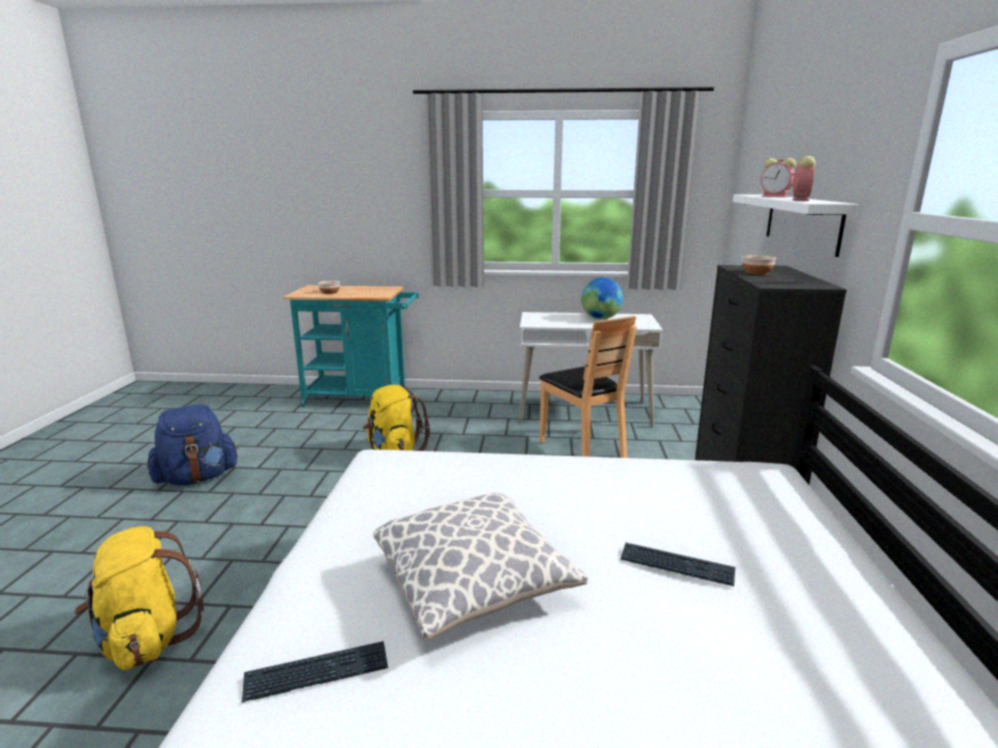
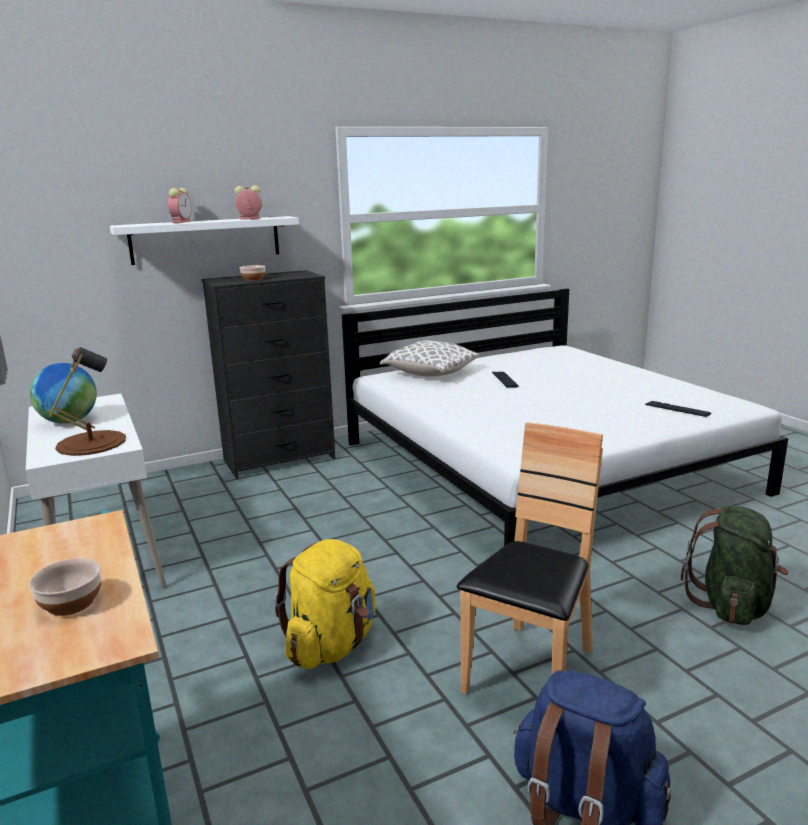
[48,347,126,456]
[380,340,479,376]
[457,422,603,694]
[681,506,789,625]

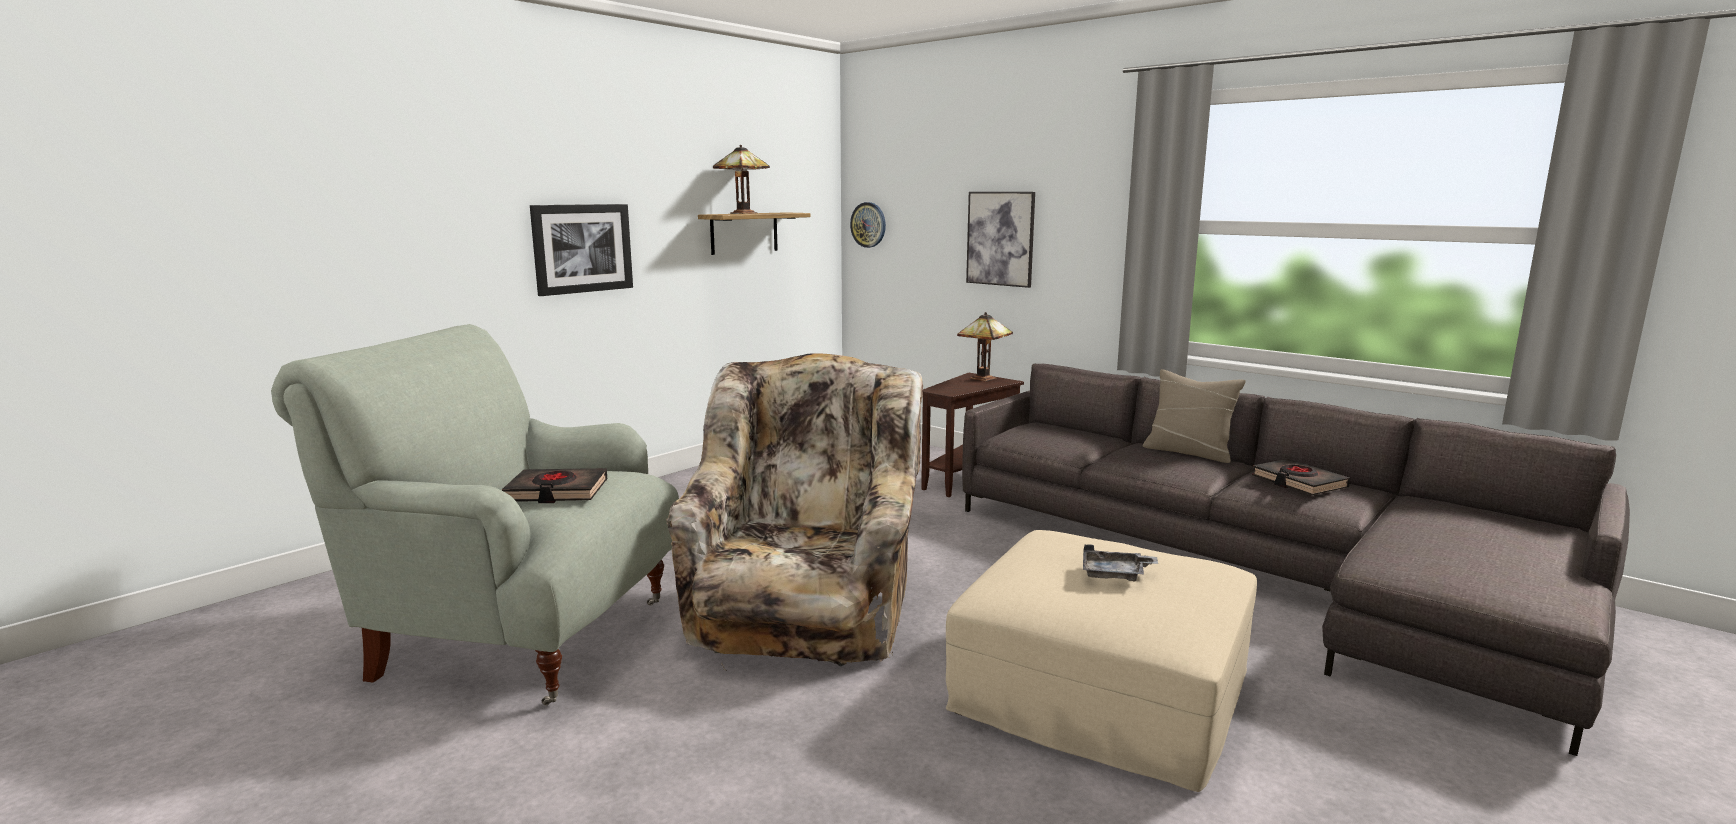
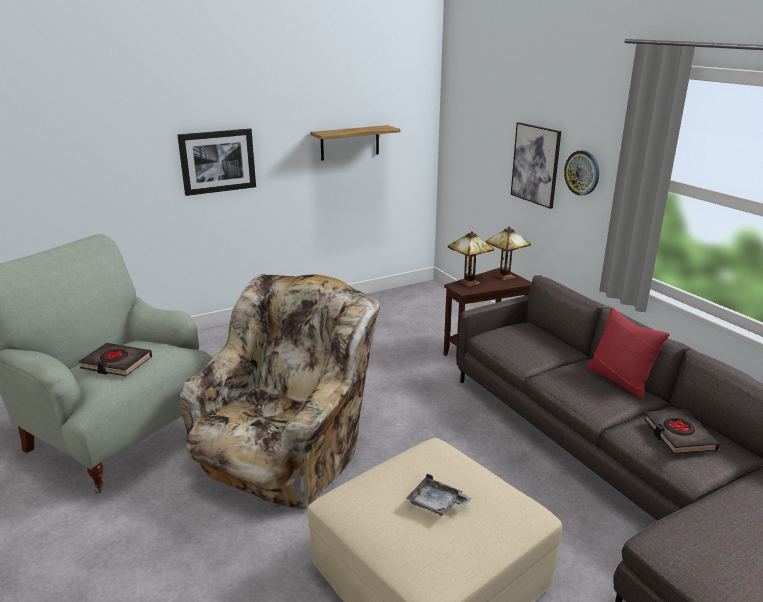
[448,231,494,286]
[564,150,599,196]
[587,307,670,399]

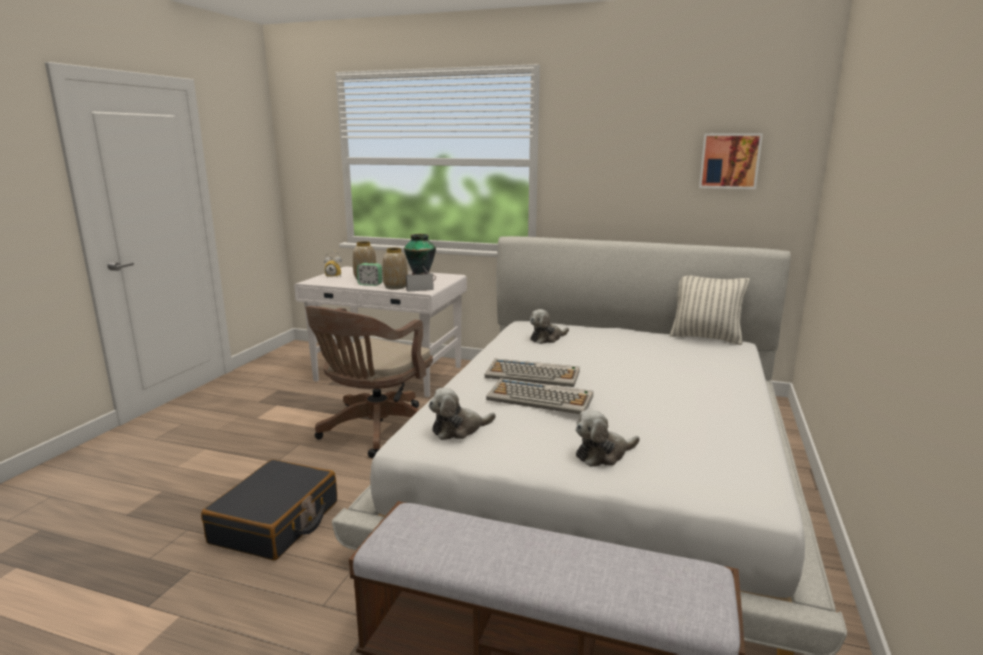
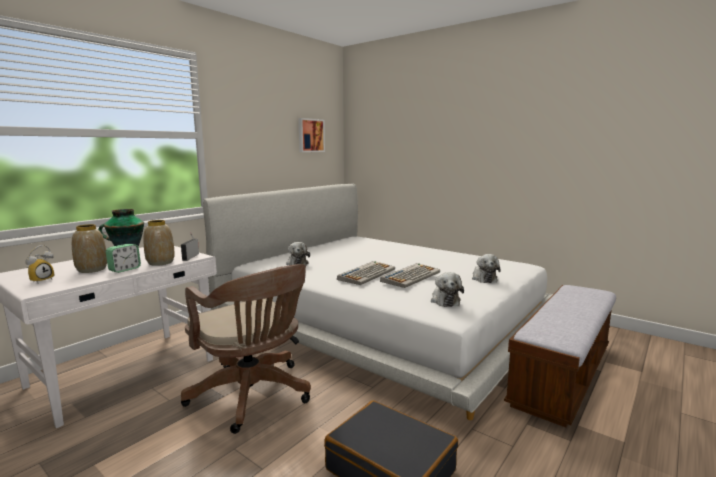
[670,275,750,345] (first image)

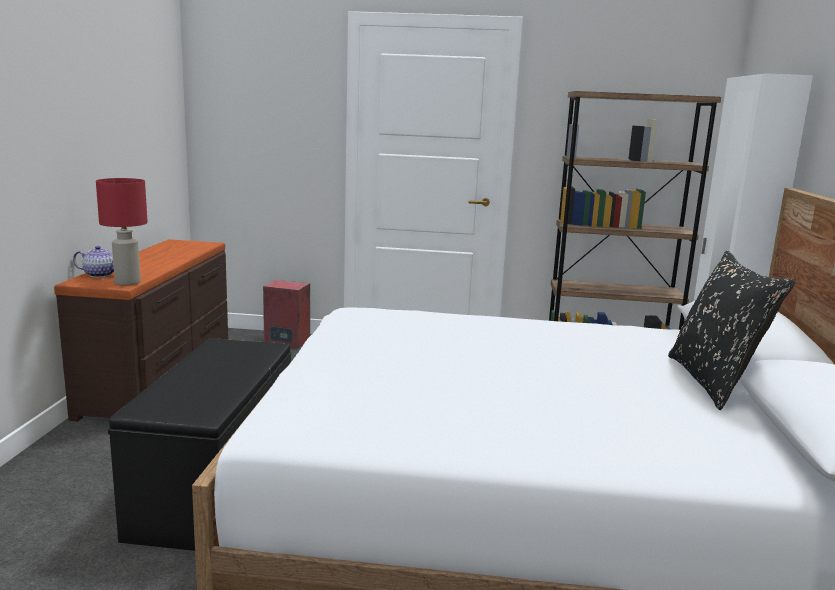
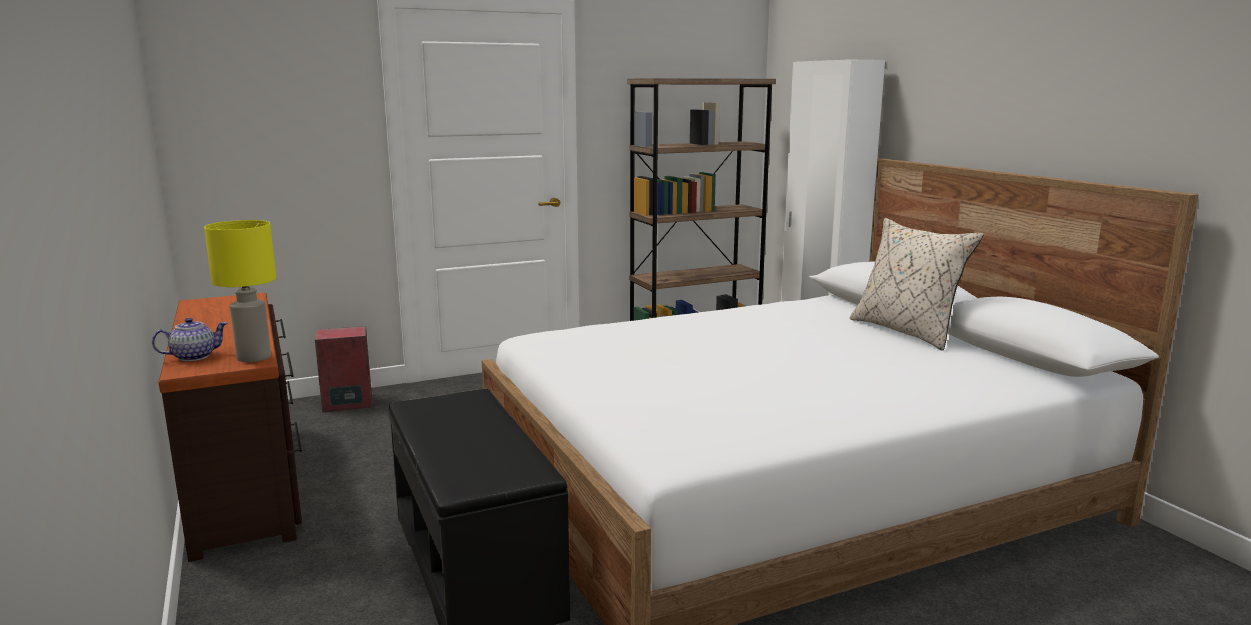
[204,220,276,363]
[850,218,984,350]

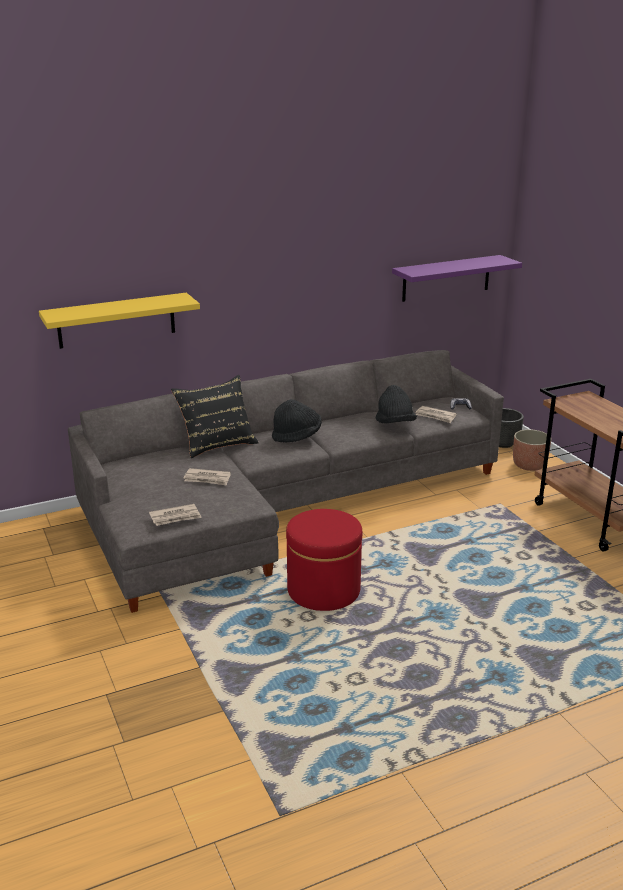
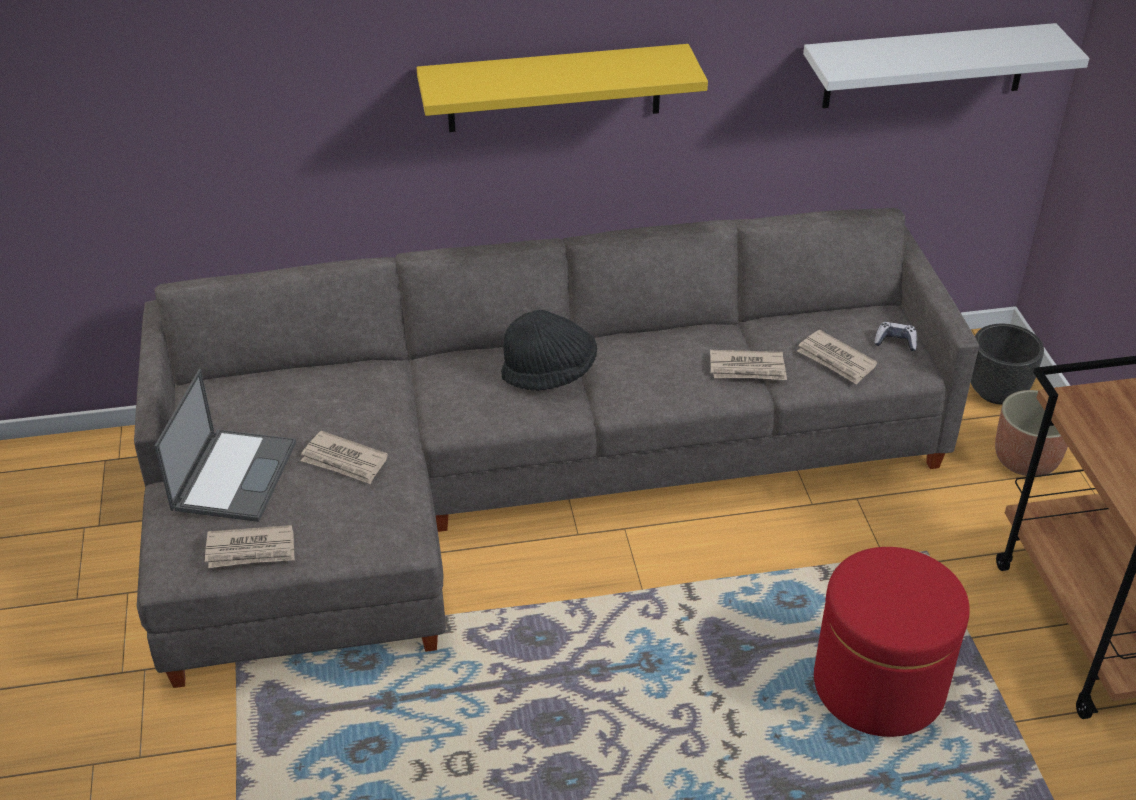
[155,369,296,522]
[416,44,708,132]
[710,350,787,380]
[803,23,1089,108]
[814,547,970,737]
[171,375,259,458] (first image)

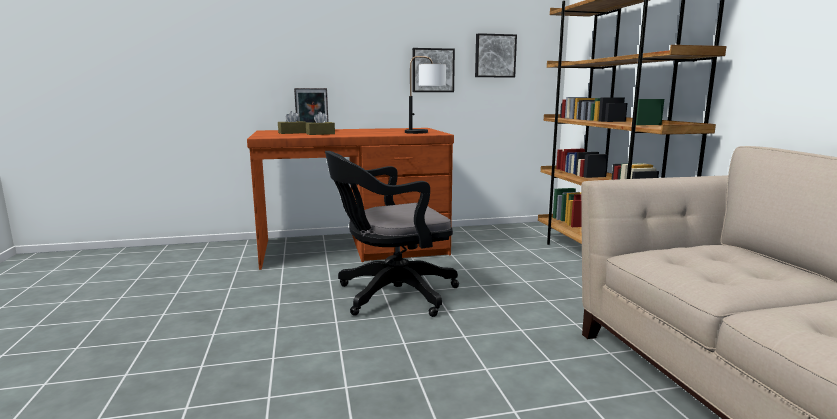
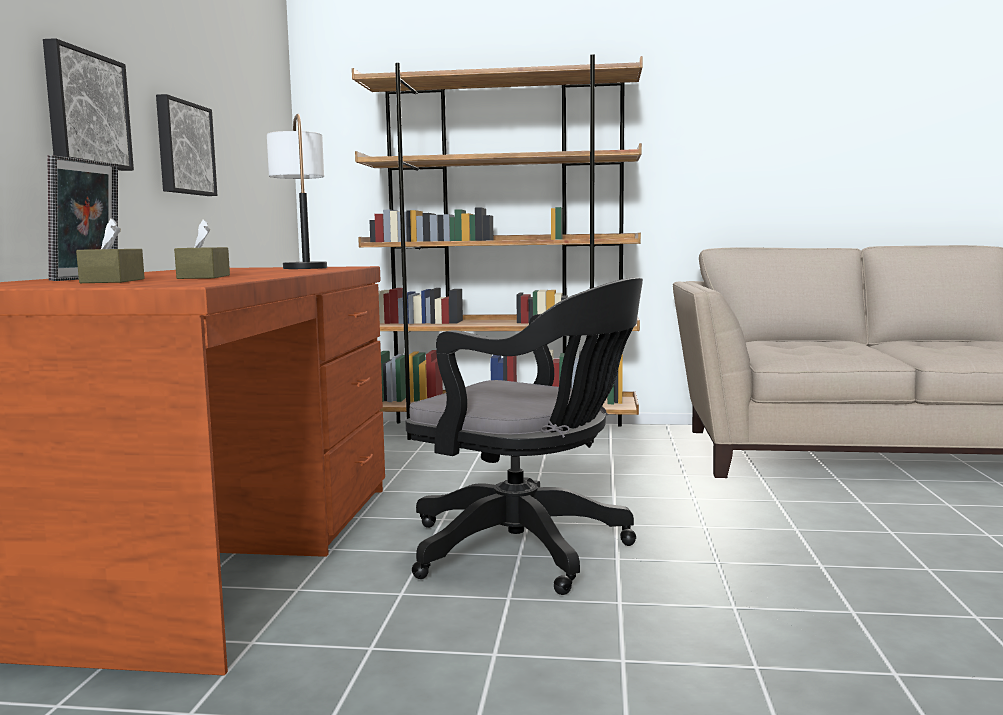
[43,38,134,171]
[406,278,643,595]

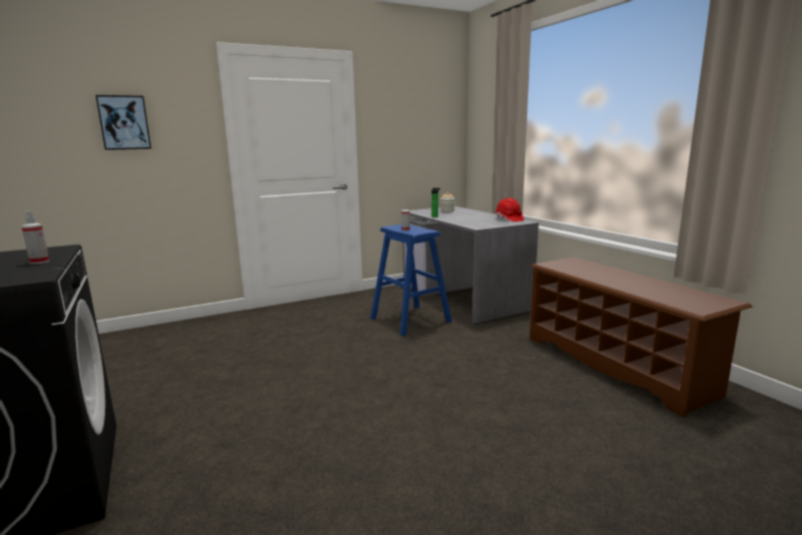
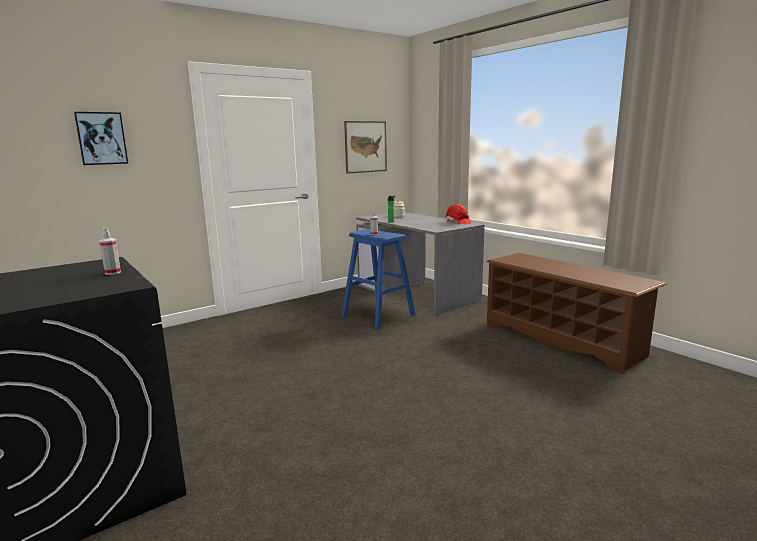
[344,121,387,174]

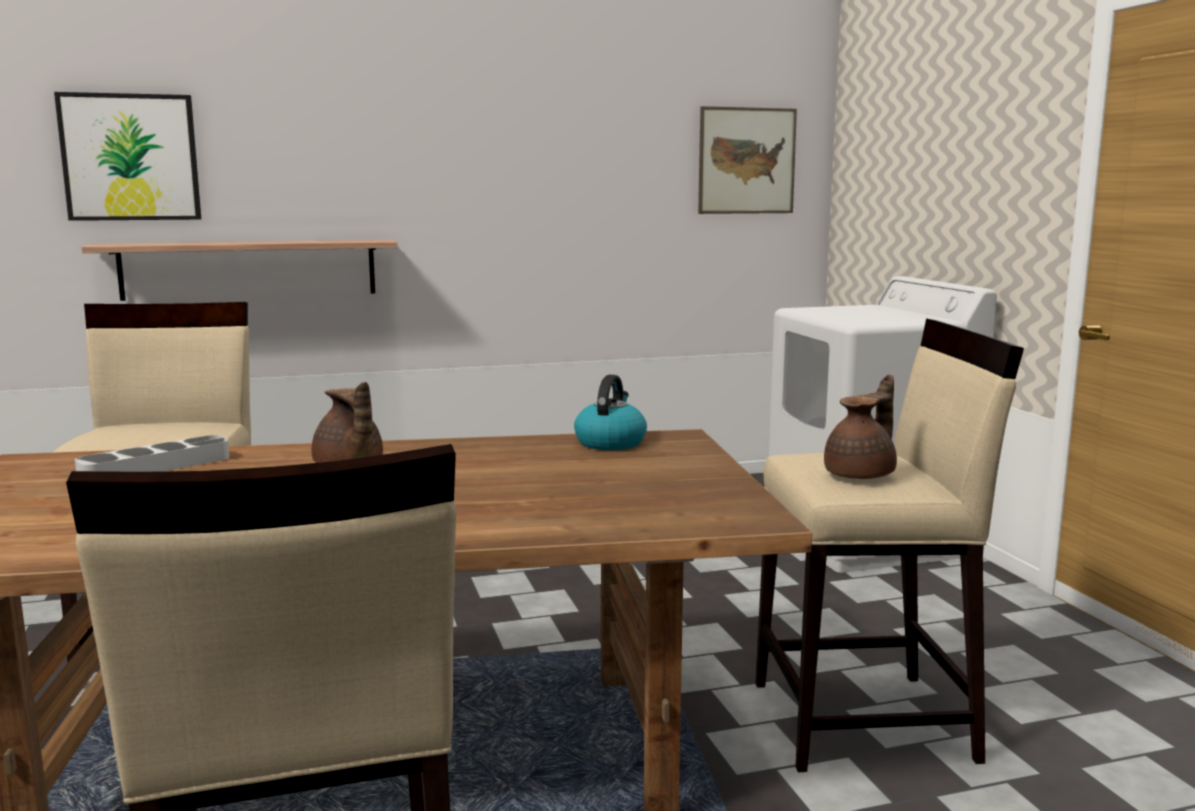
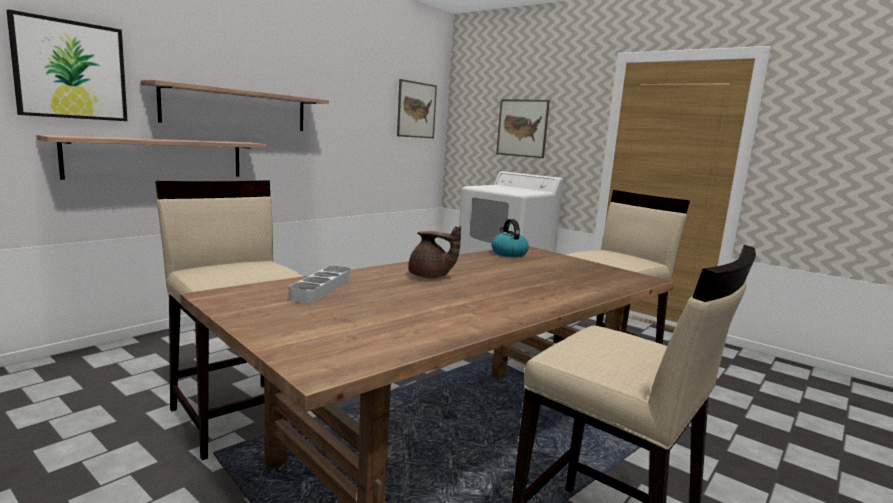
[140,80,329,131]
[496,99,550,158]
[824,374,897,479] (first image)

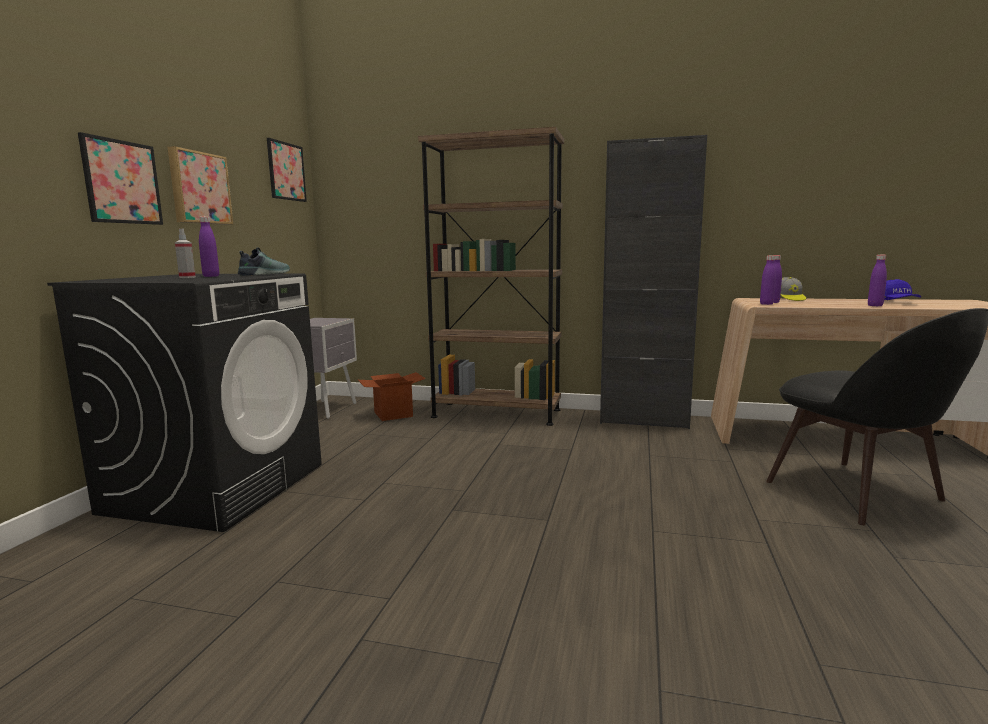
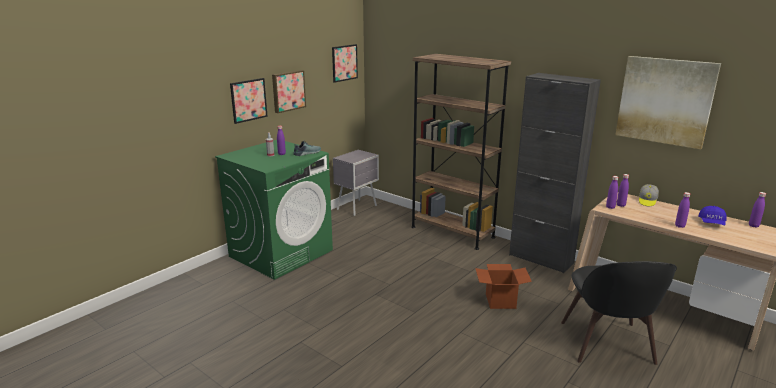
[215,140,333,280]
[475,264,532,309]
[615,56,721,149]
[749,192,766,228]

